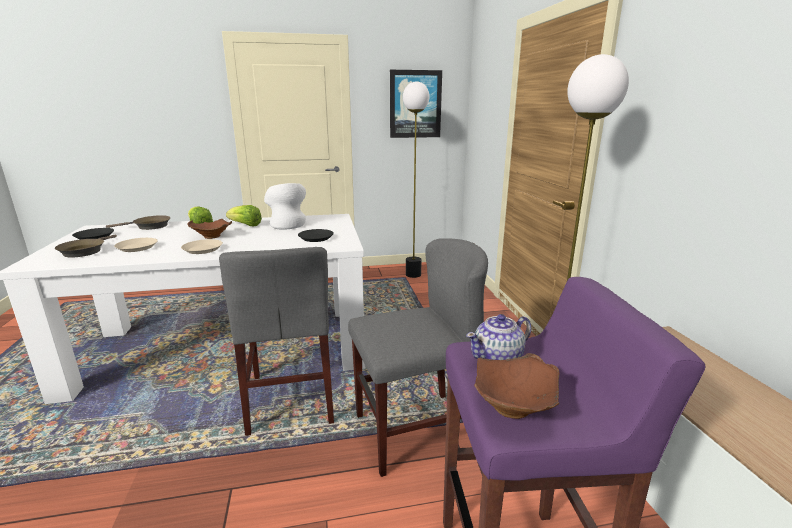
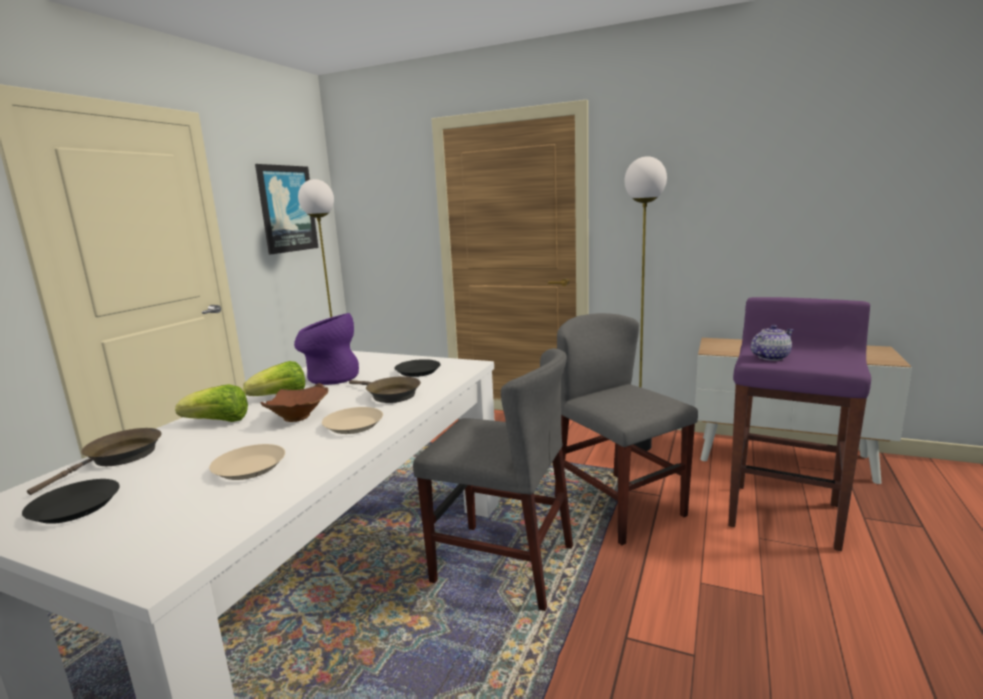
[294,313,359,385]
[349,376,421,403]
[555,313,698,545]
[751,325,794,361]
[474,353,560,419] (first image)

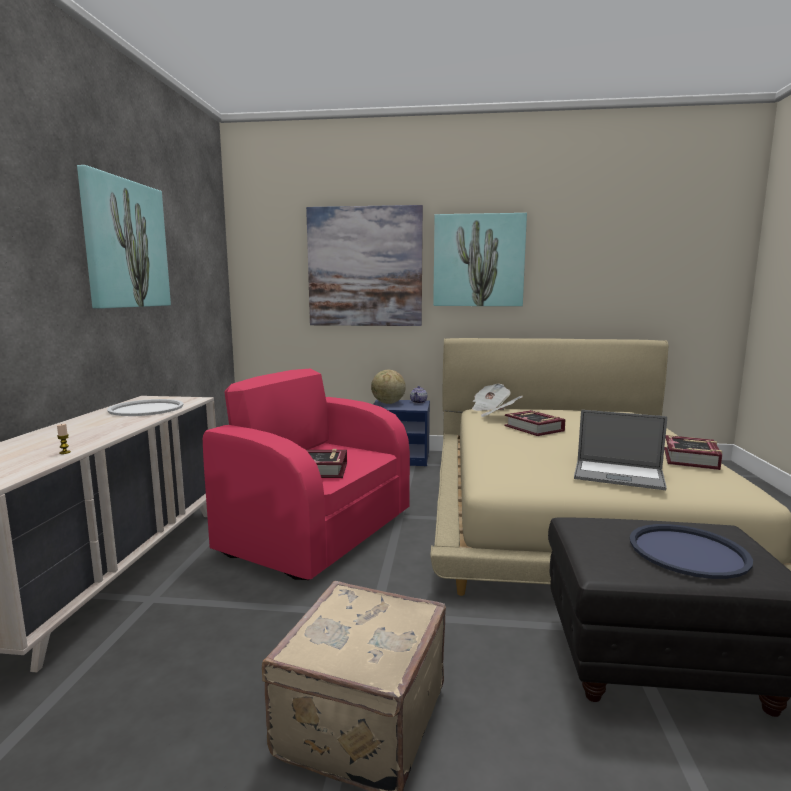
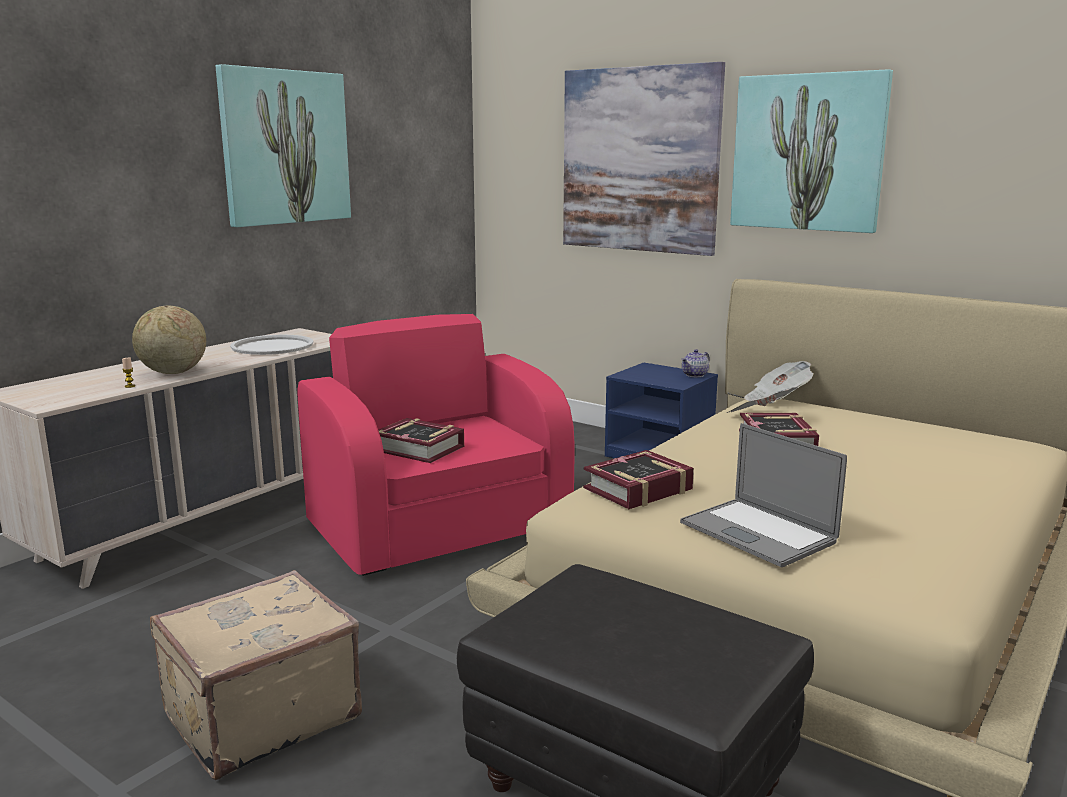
[132,306,206,374]
[583,450,694,509]
[630,524,753,579] (first image)

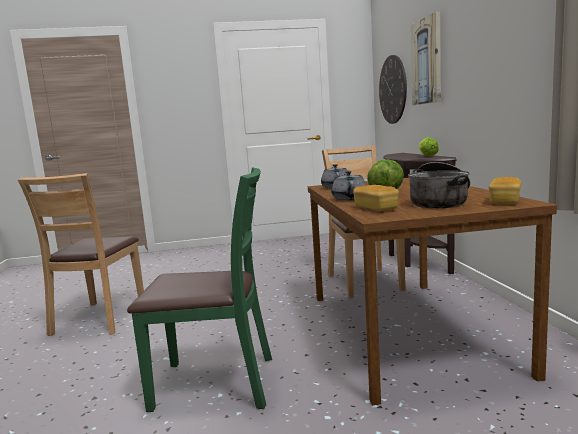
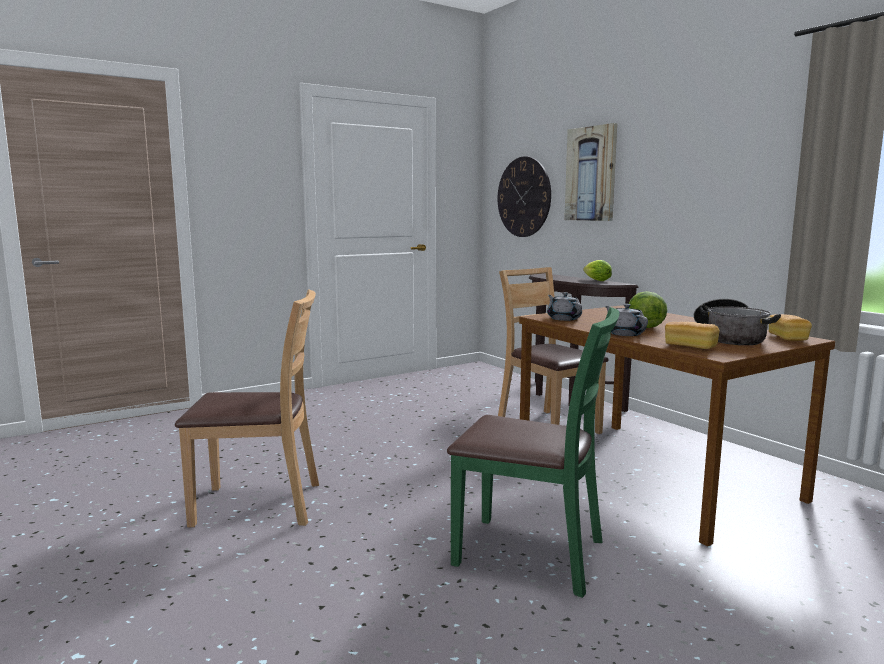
[175,289,319,527]
[447,307,619,598]

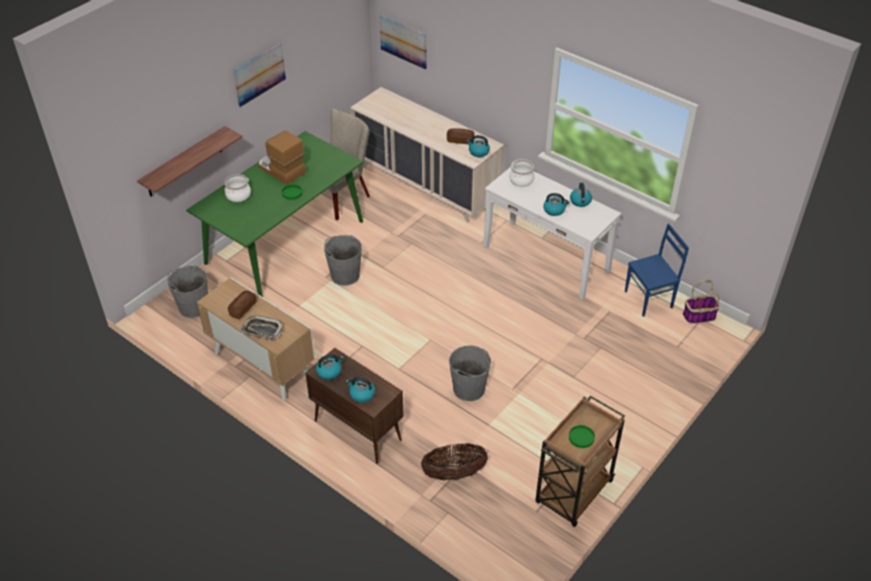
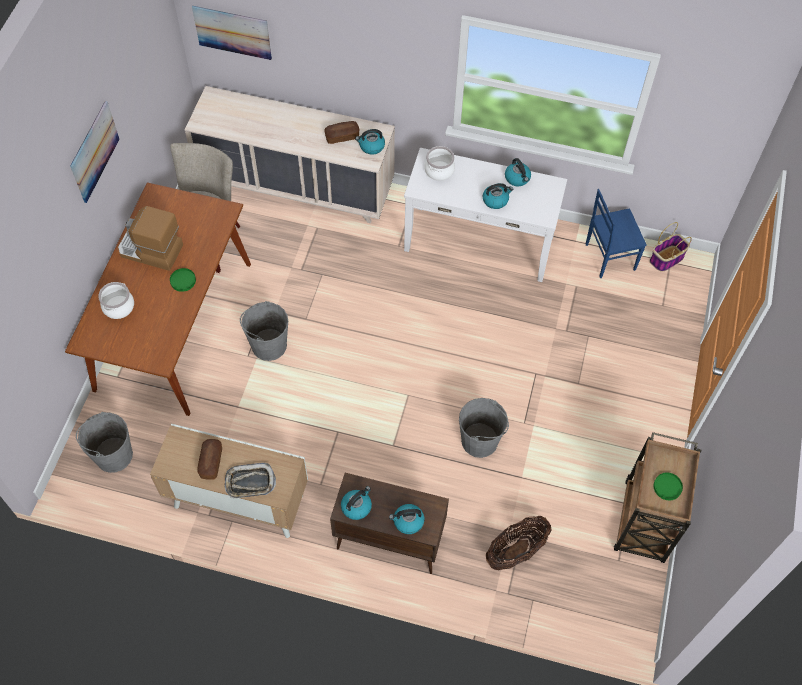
[65,182,251,416]
[585,189,646,278]
[137,126,243,197] (first image)

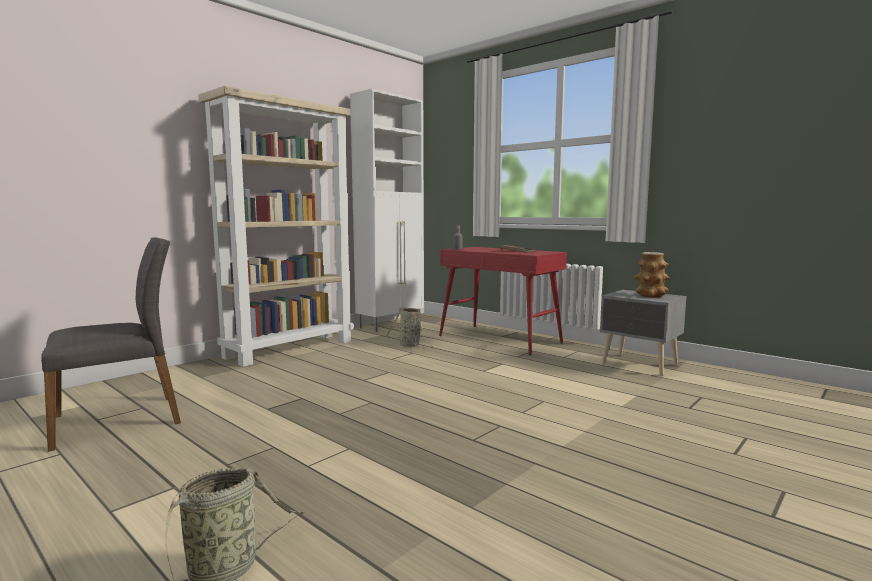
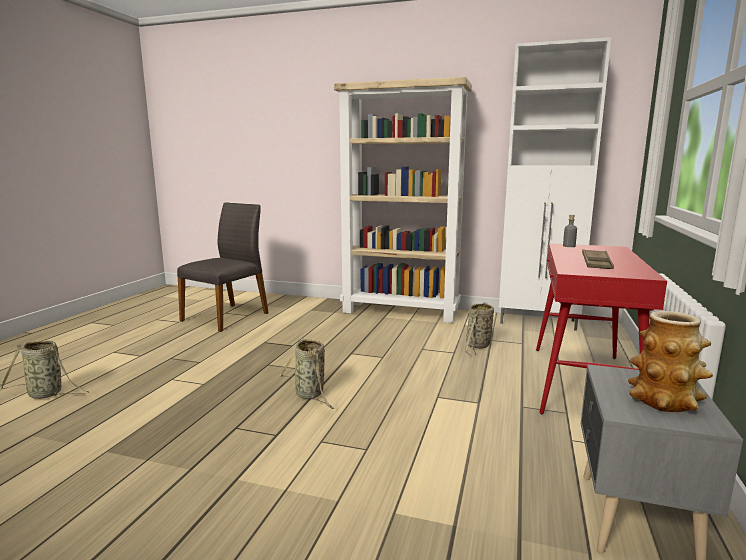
[177,202,269,332]
[279,338,335,409]

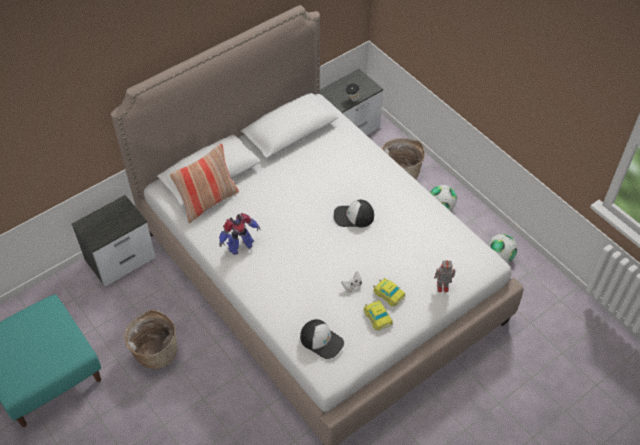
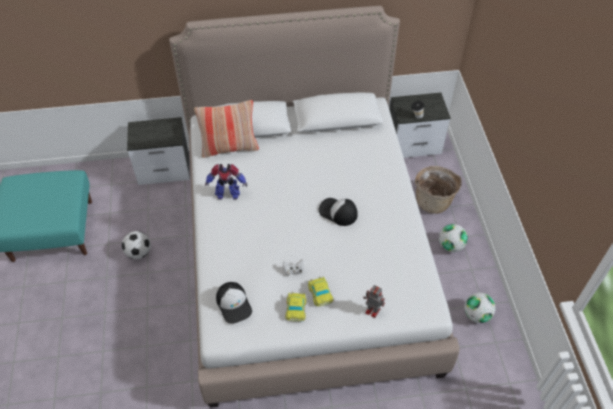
[122,231,151,259]

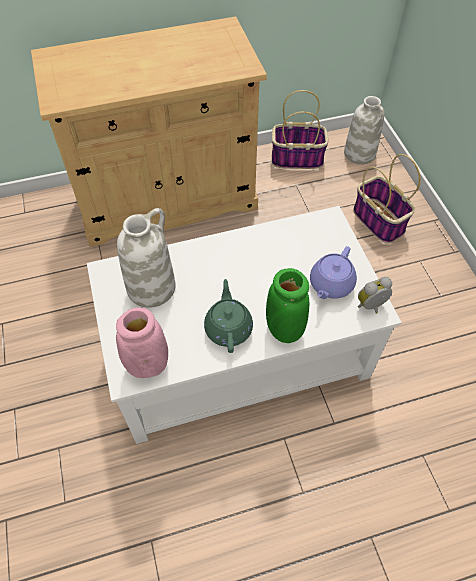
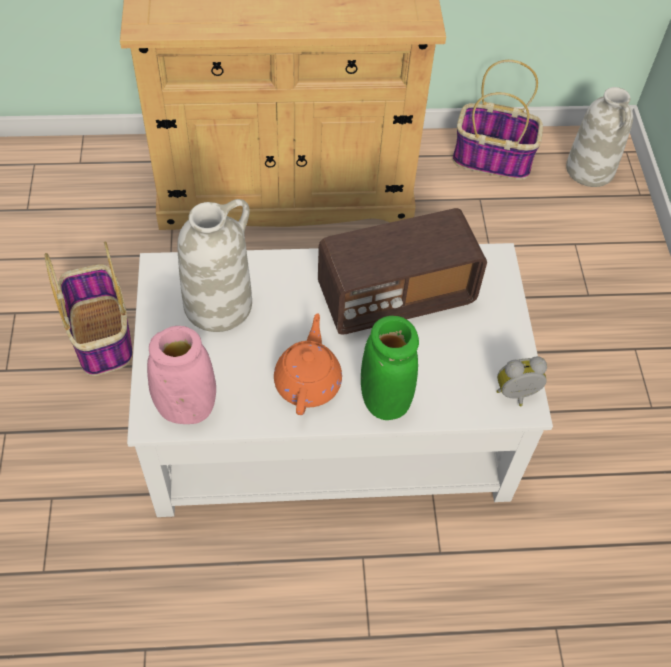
[45,241,133,376]
[274,313,342,415]
[318,208,487,335]
[310,246,357,299] (first image)

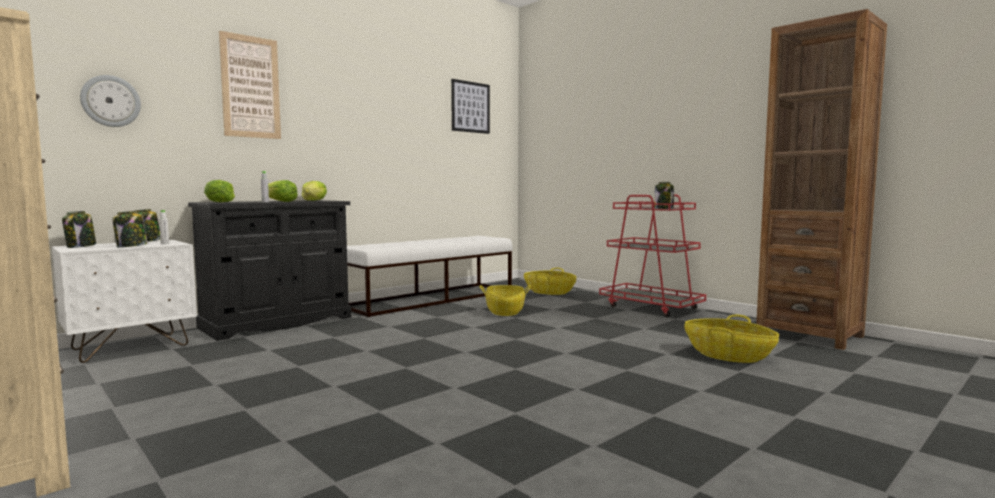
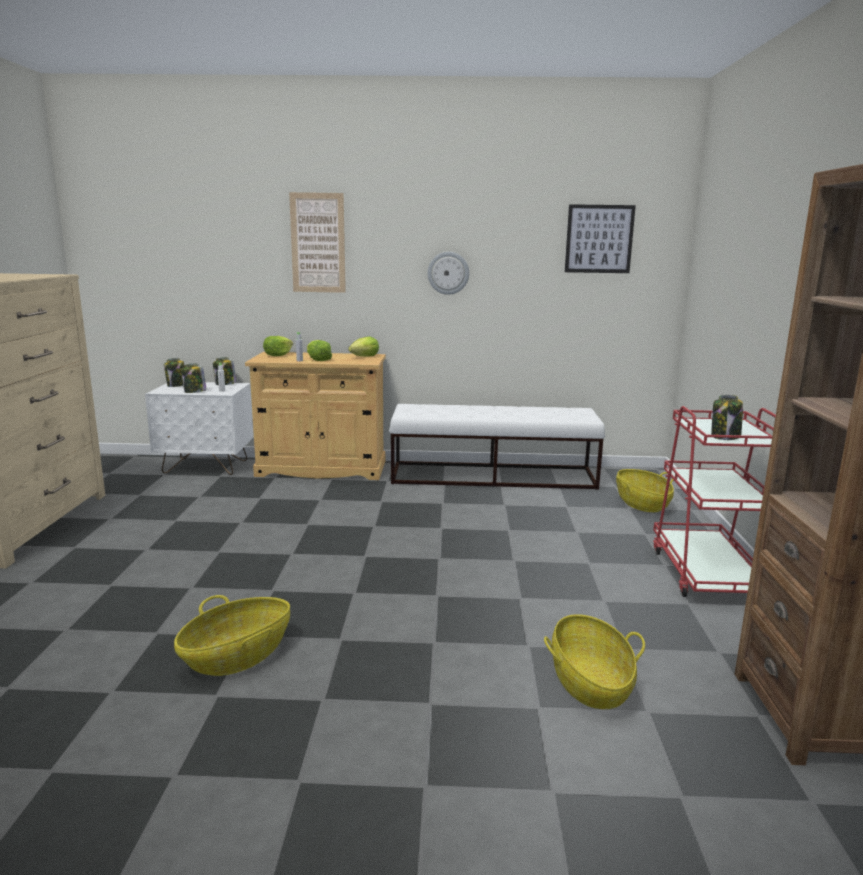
[174,595,290,676]
[245,352,386,480]
[428,252,469,295]

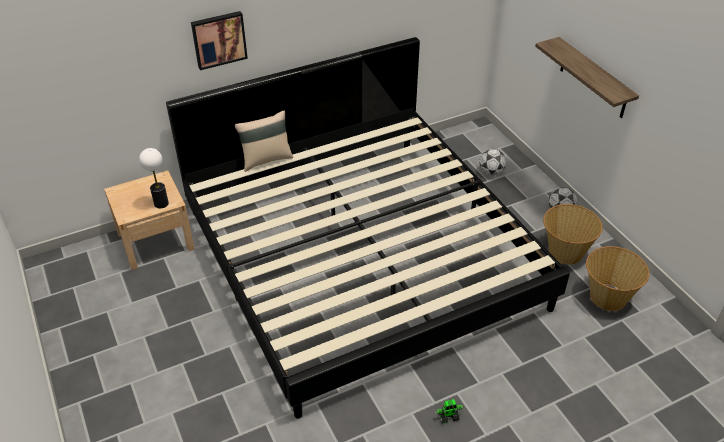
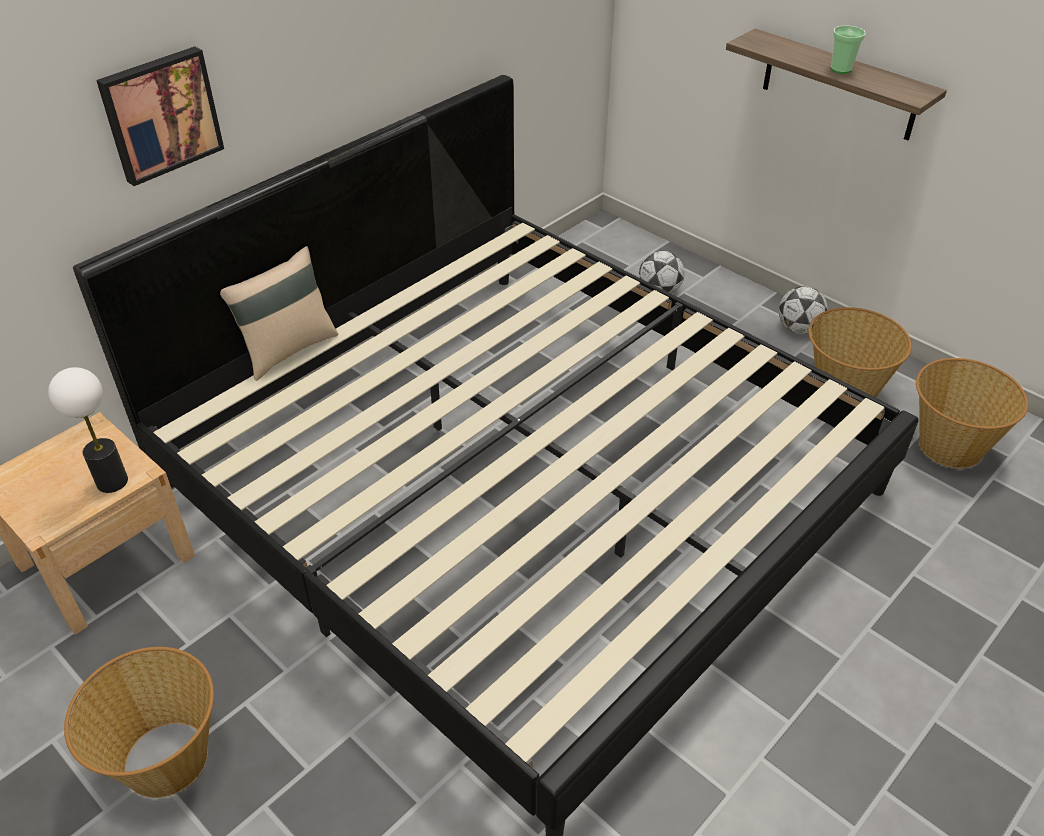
[64,647,214,798]
[831,26,866,73]
[435,399,464,424] (first image)

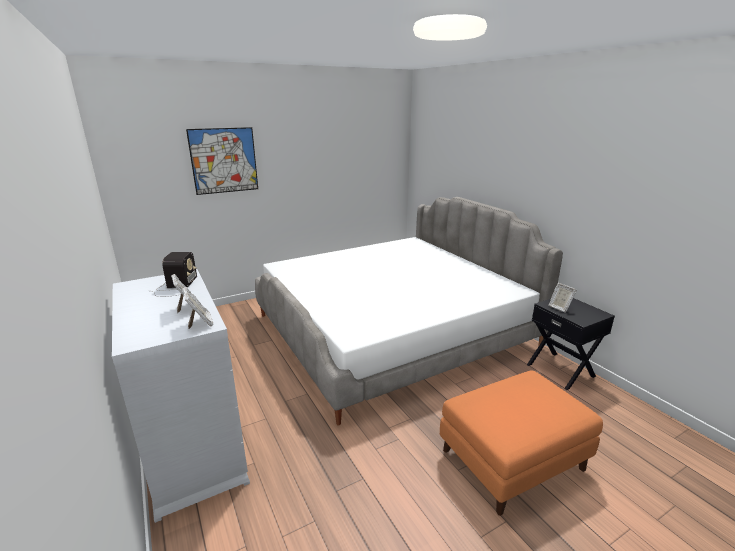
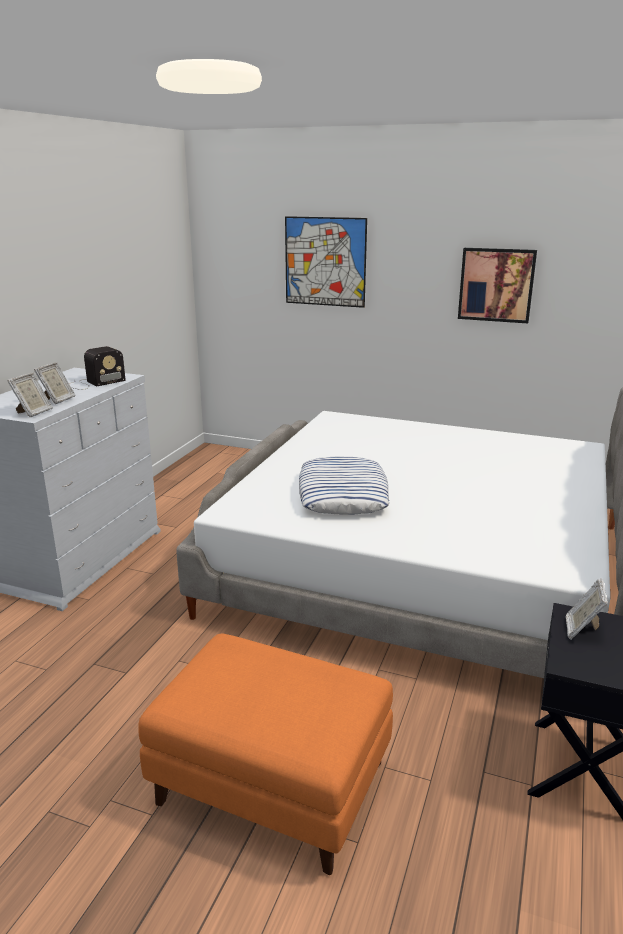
[299,456,389,514]
[458,248,537,323]

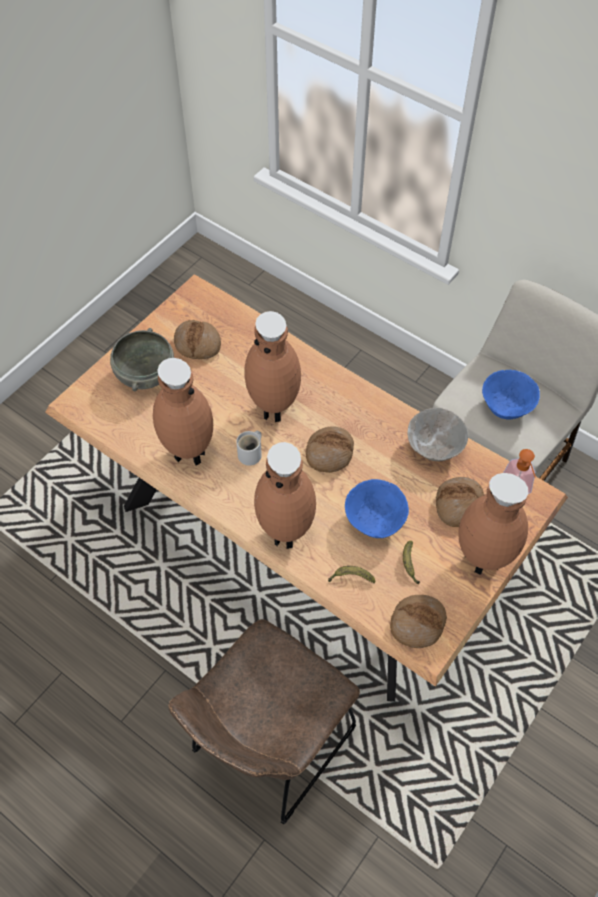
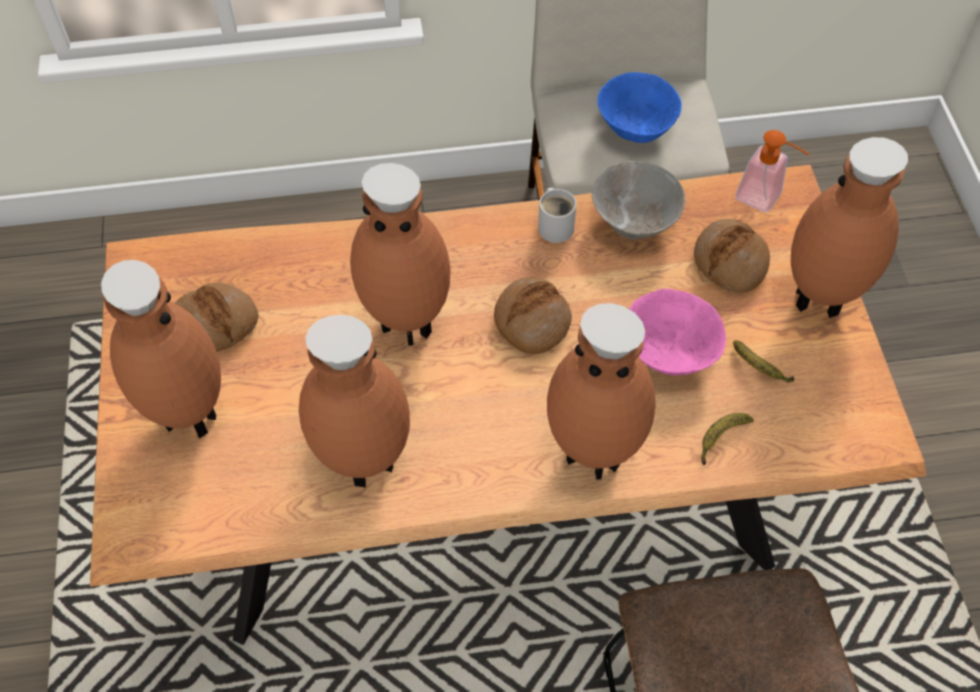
[101,260,221,438]
[538,188,576,243]
[629,289,726,376]
[390,595,447,648] (first image)

